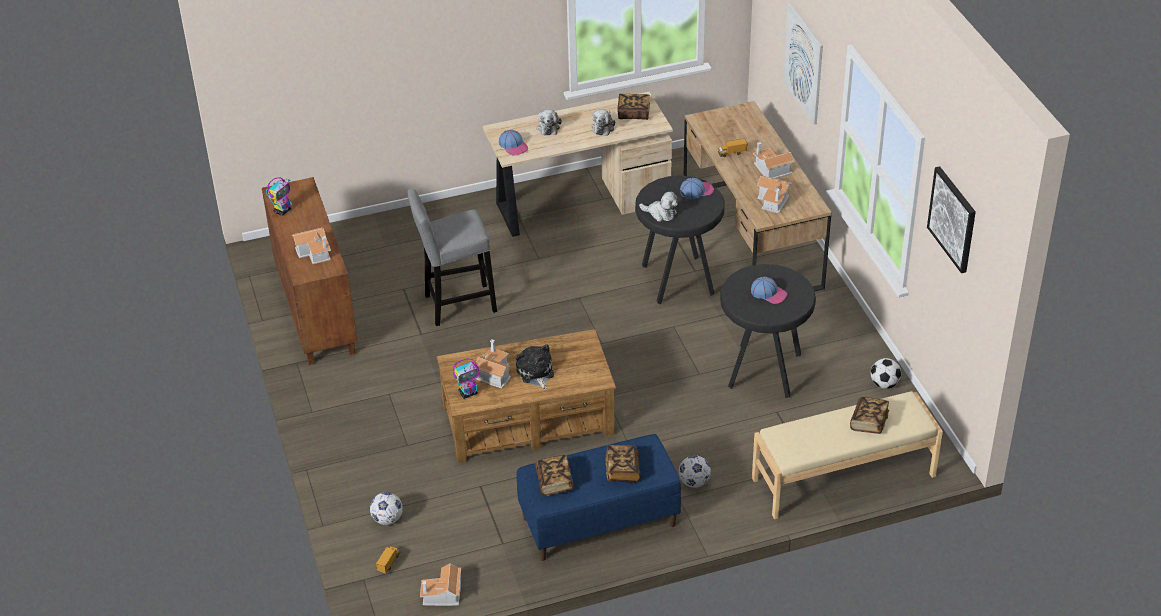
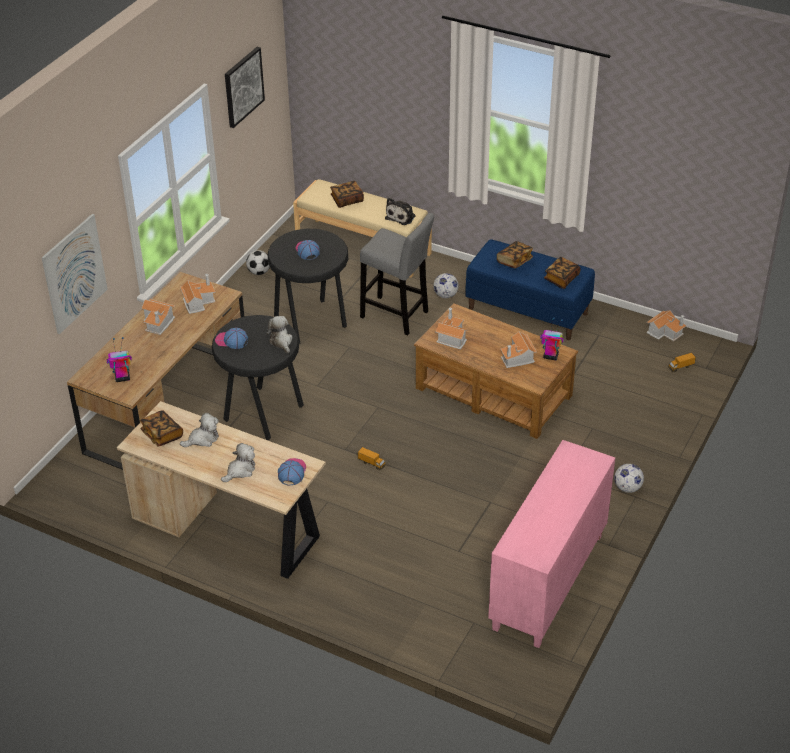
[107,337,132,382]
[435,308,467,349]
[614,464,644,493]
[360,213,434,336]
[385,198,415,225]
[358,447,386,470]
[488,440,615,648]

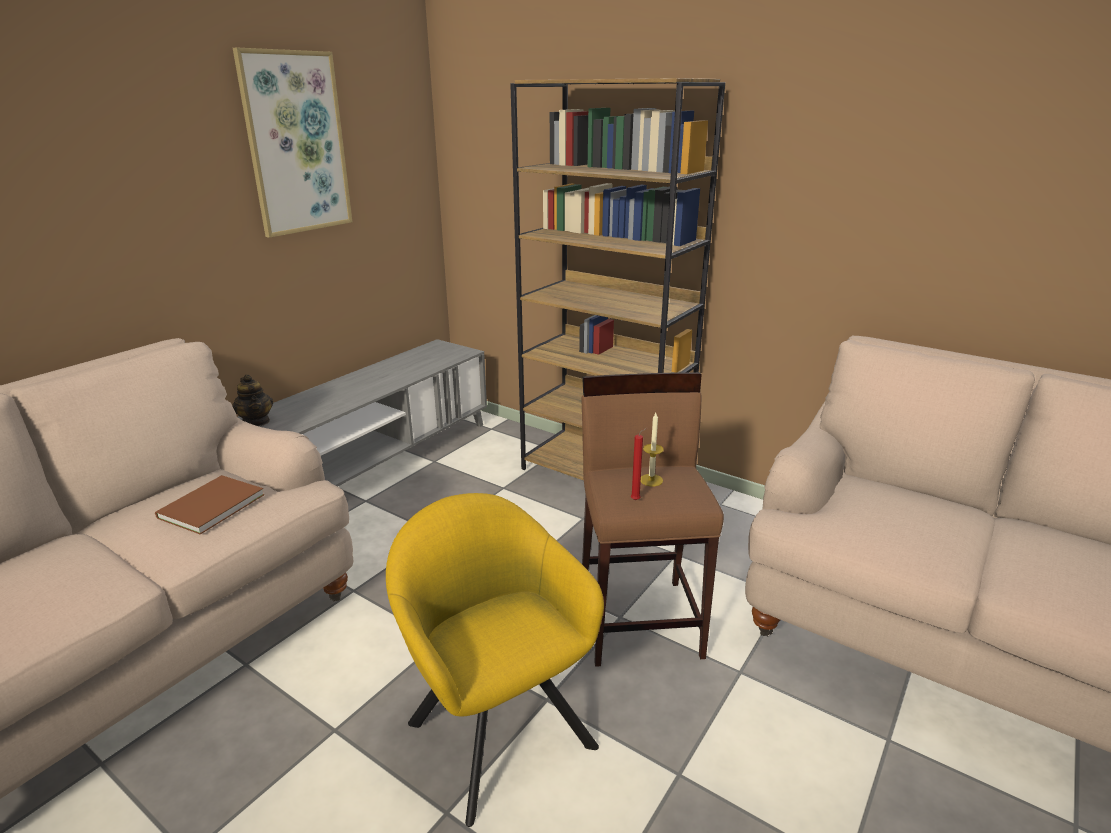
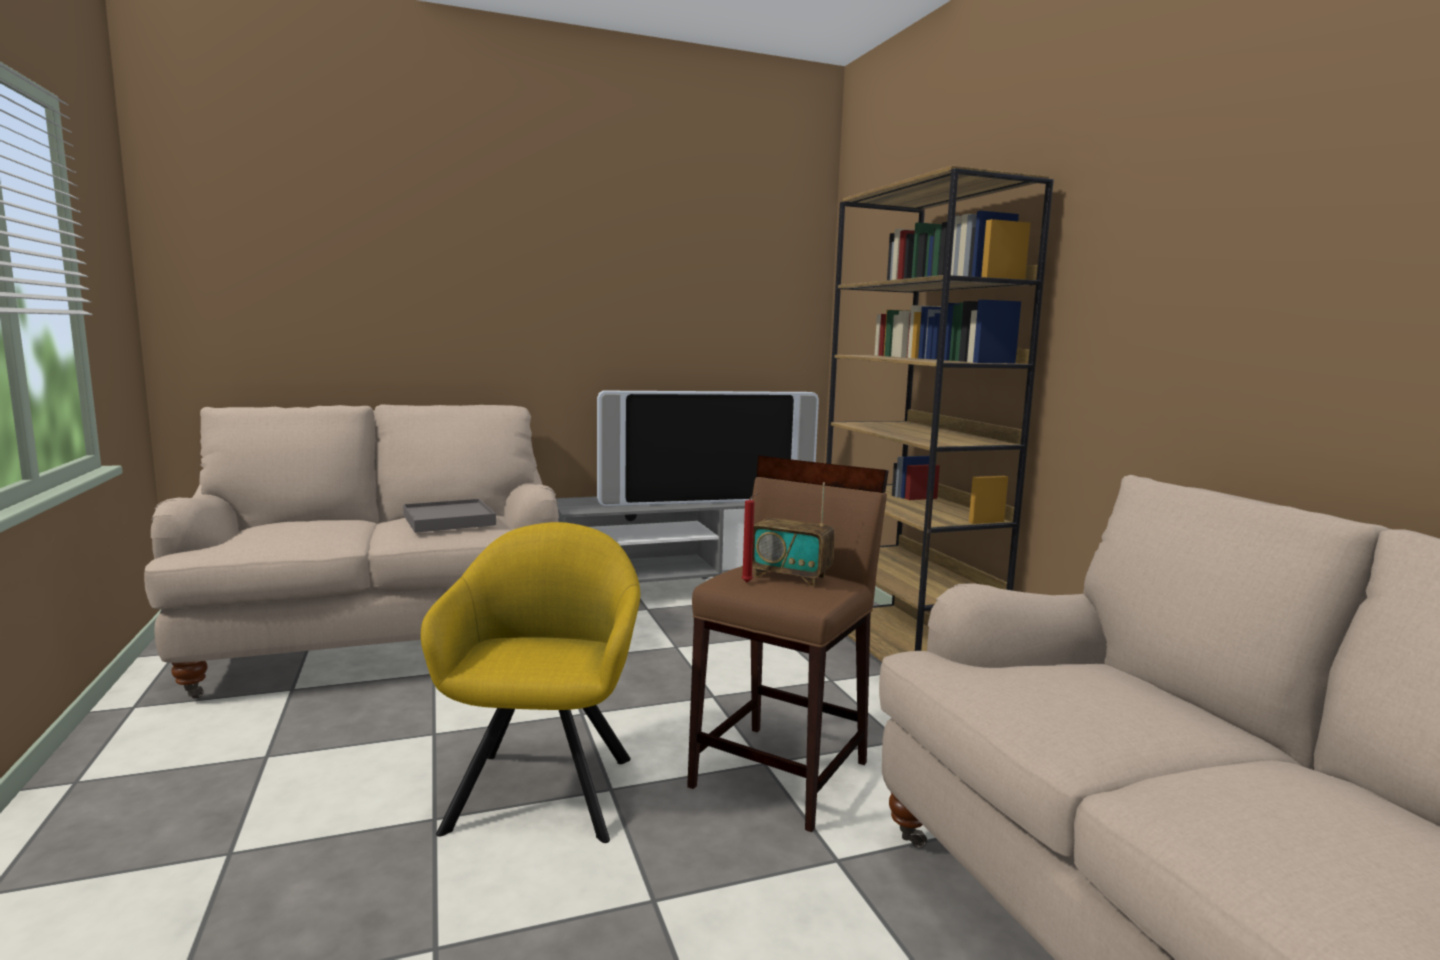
[232,375,273,426] (first image)
[233,48,352,238] (first image)
[597,391,819,507]
[403,499,496,533]
[752,483,835,586]

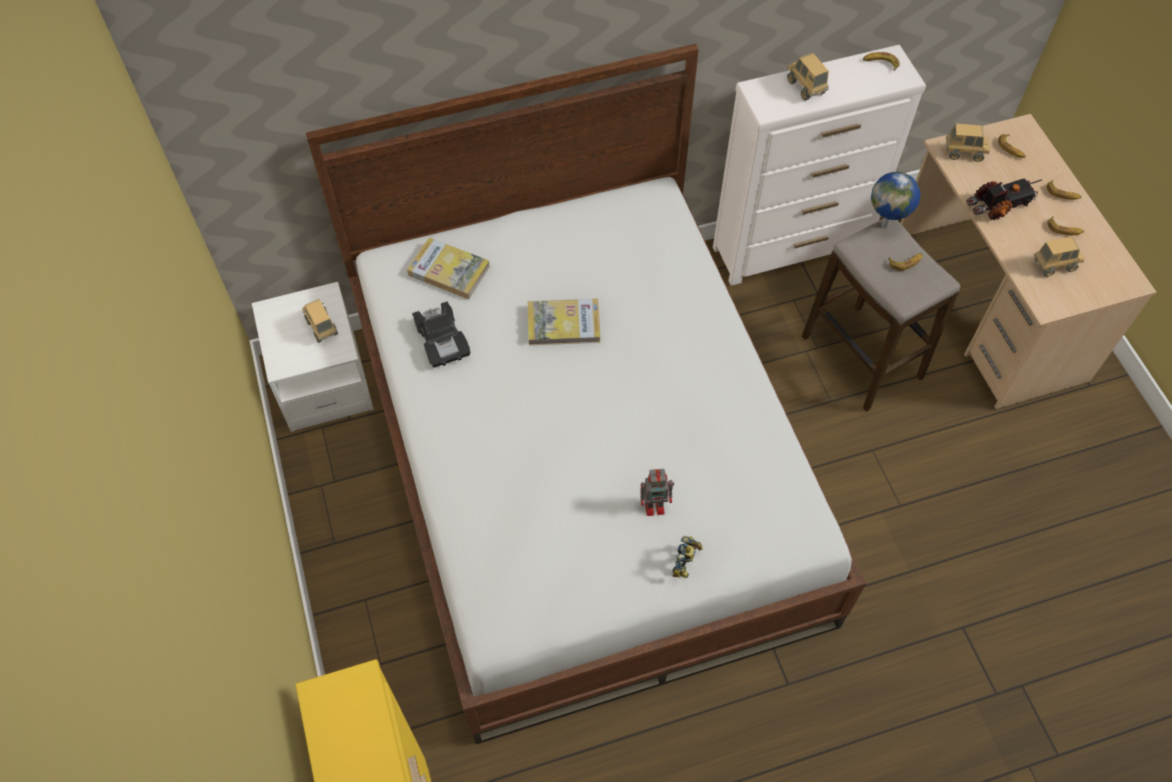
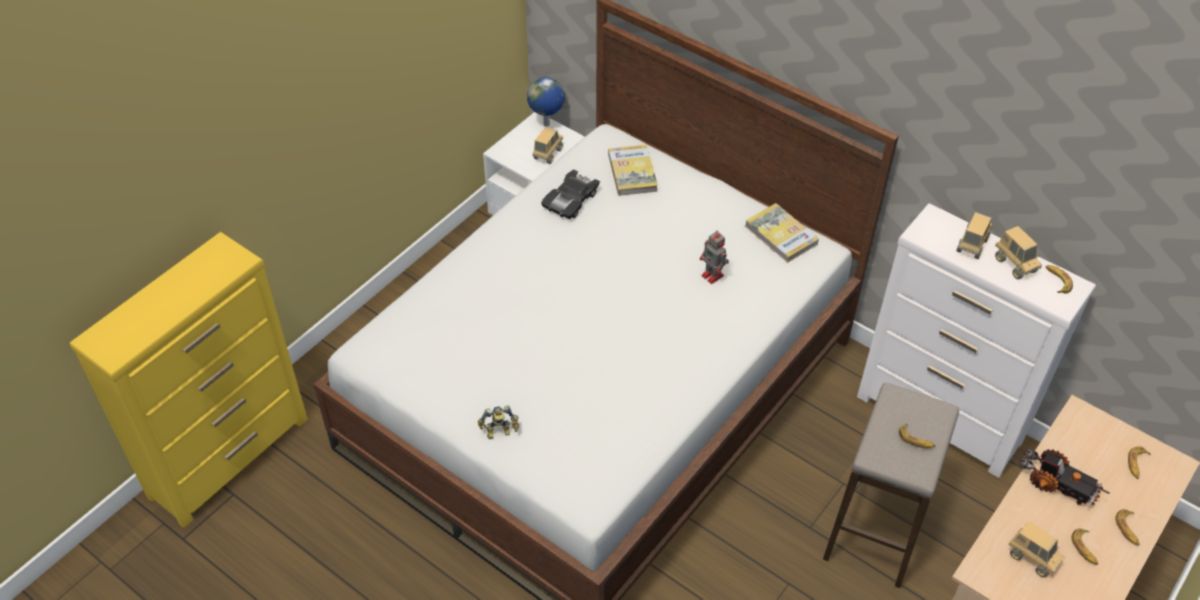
[745,203,819,263]
[700,231,729,284]
[527,77,565,126]
[995,226,1042,279]

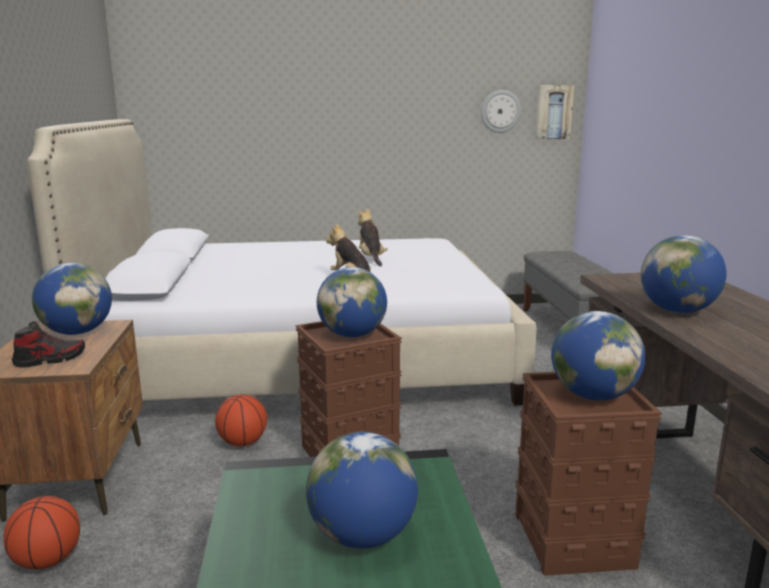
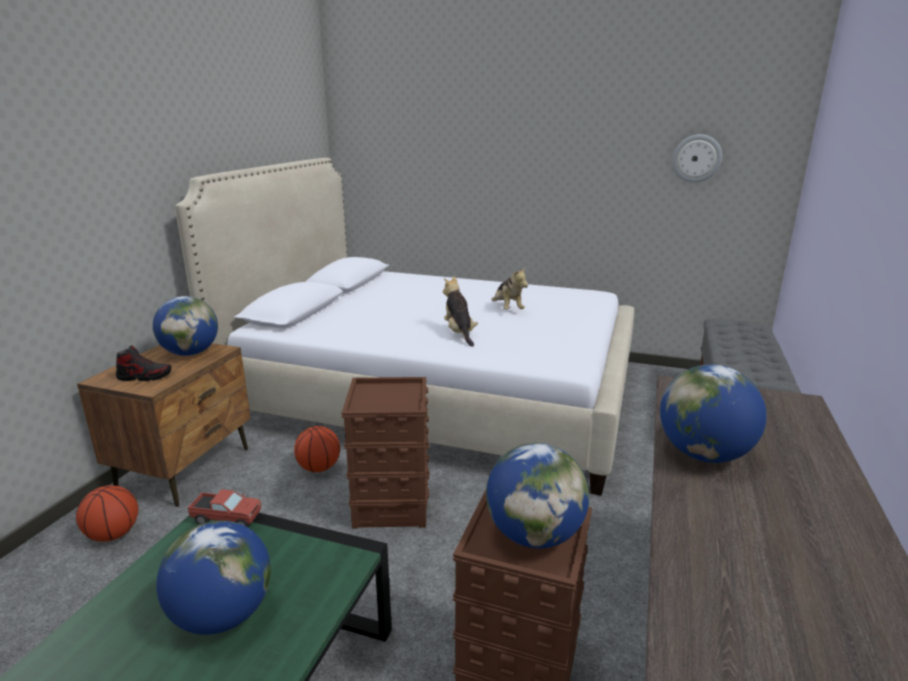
[317,267,387,338] (first image)
[535,85,575,139] (first image)
[188,489,261,527]
[491,267,528,310]

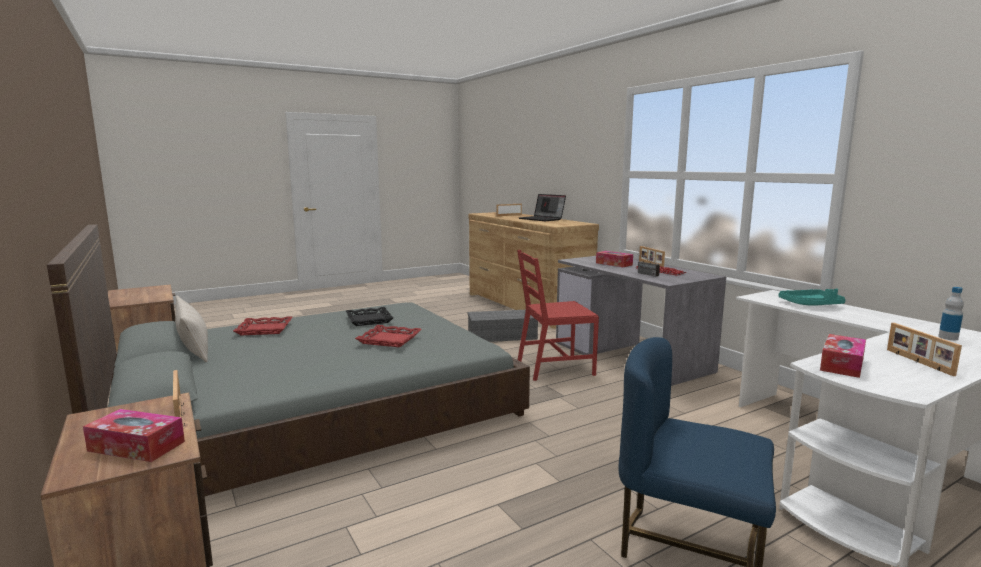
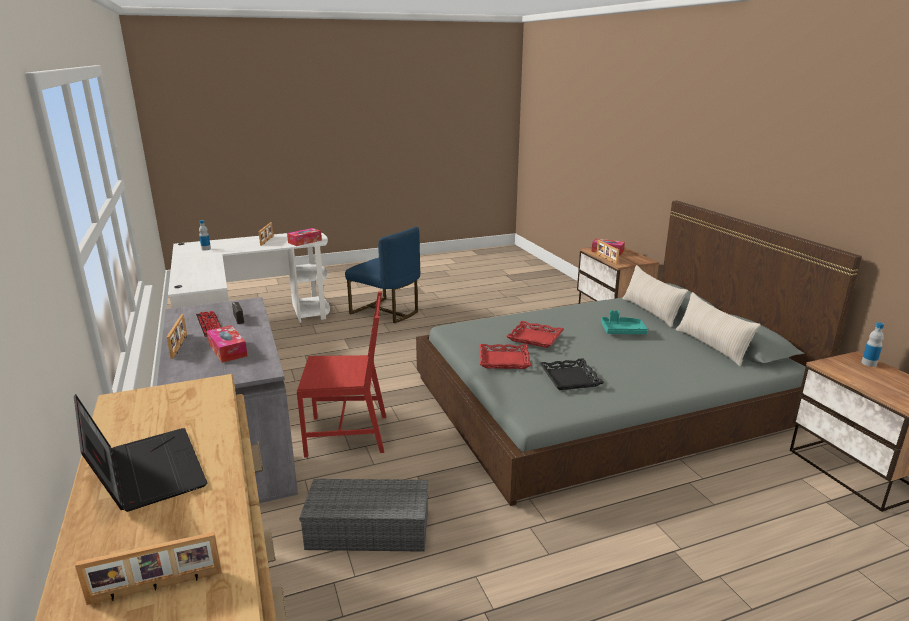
[622,265,688,328]
[861,322,884,367]
[480,344,532,369]
[601,310,648,334]

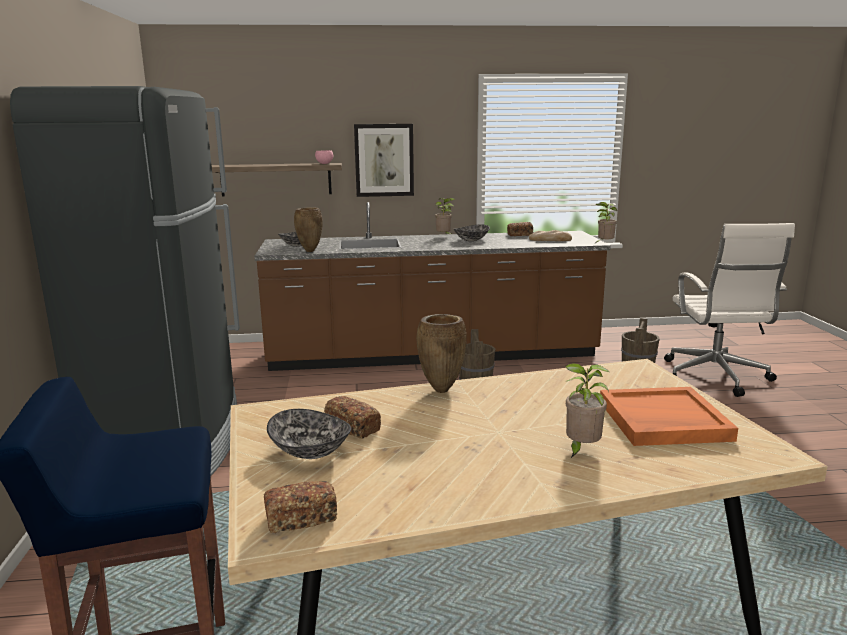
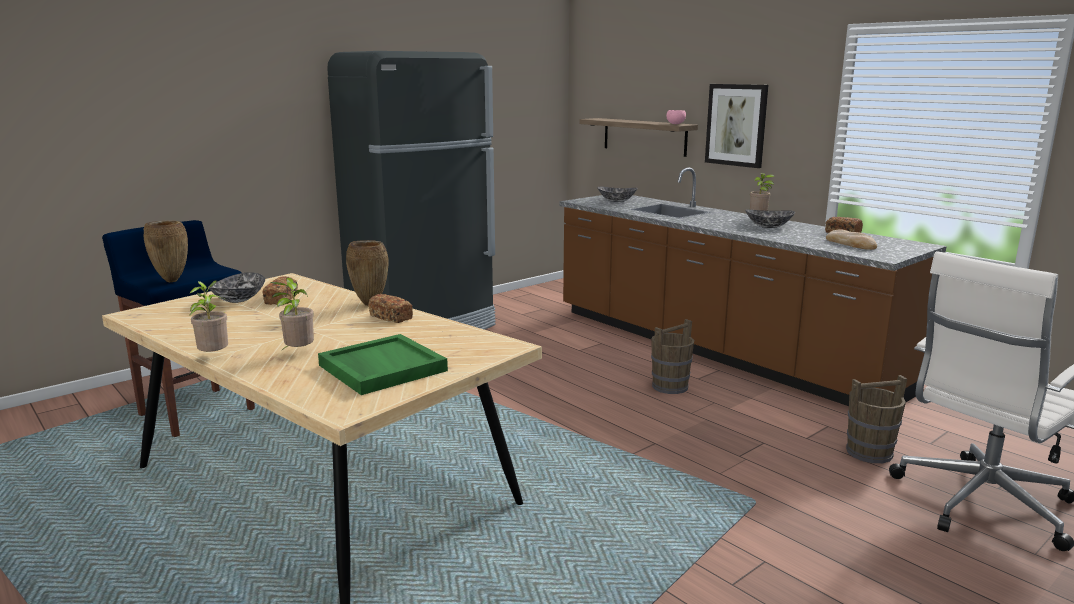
[368,294,413,323]
[143,221,188,282]
[189,280,228,352]
[318,334,448,395]

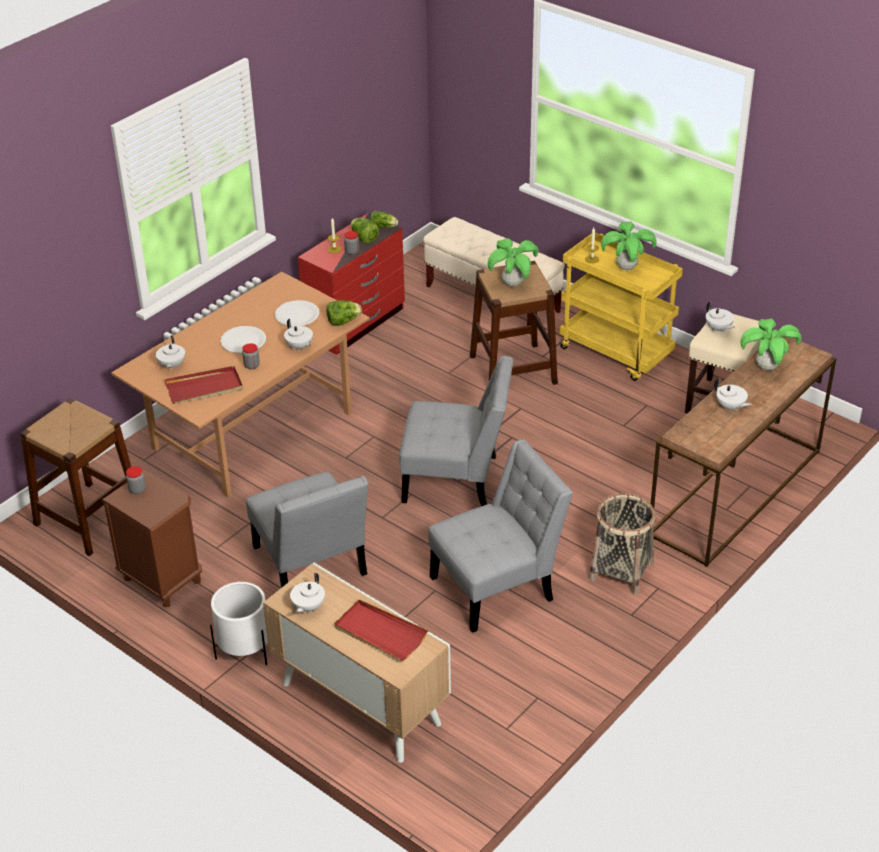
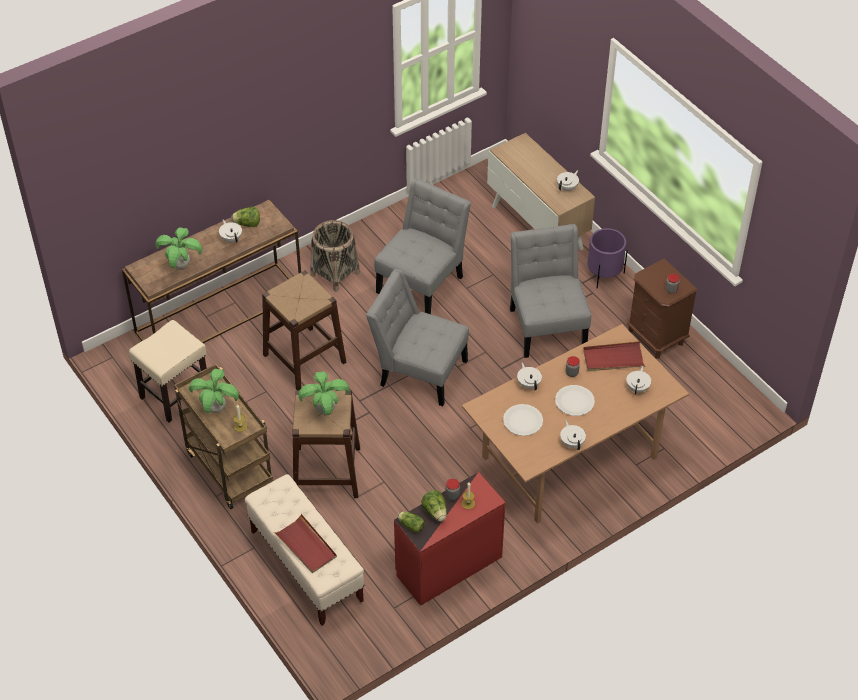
[262,270,347,390]
[231,207,260,227]
[274,514,337,573]
[560,420,586,450]
[587,228,628,288]
[174,364,273,509]
[374,178,471,314]

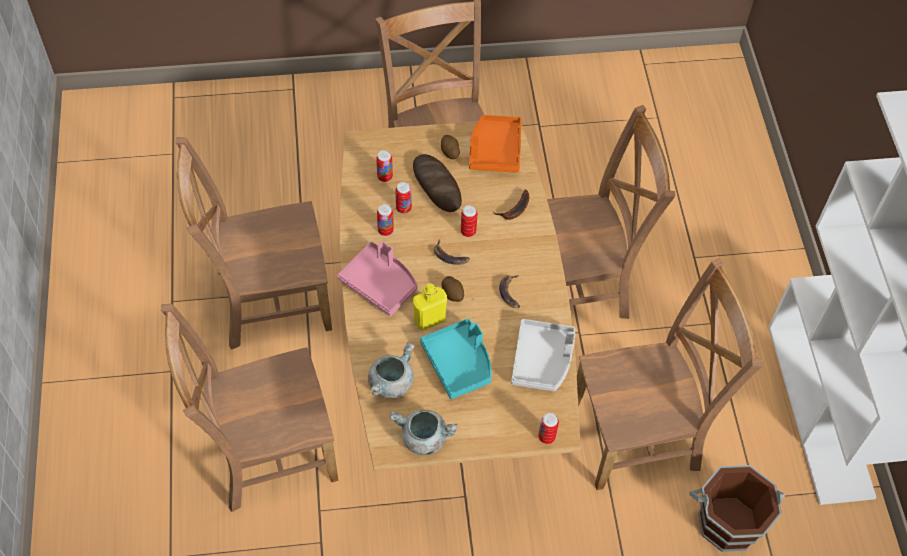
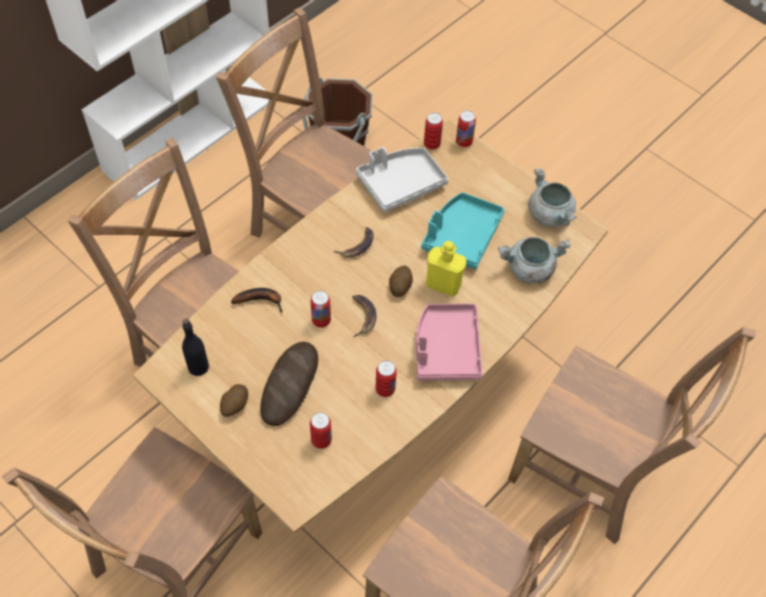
[424,113,443,150]
[182,318,209,376]

